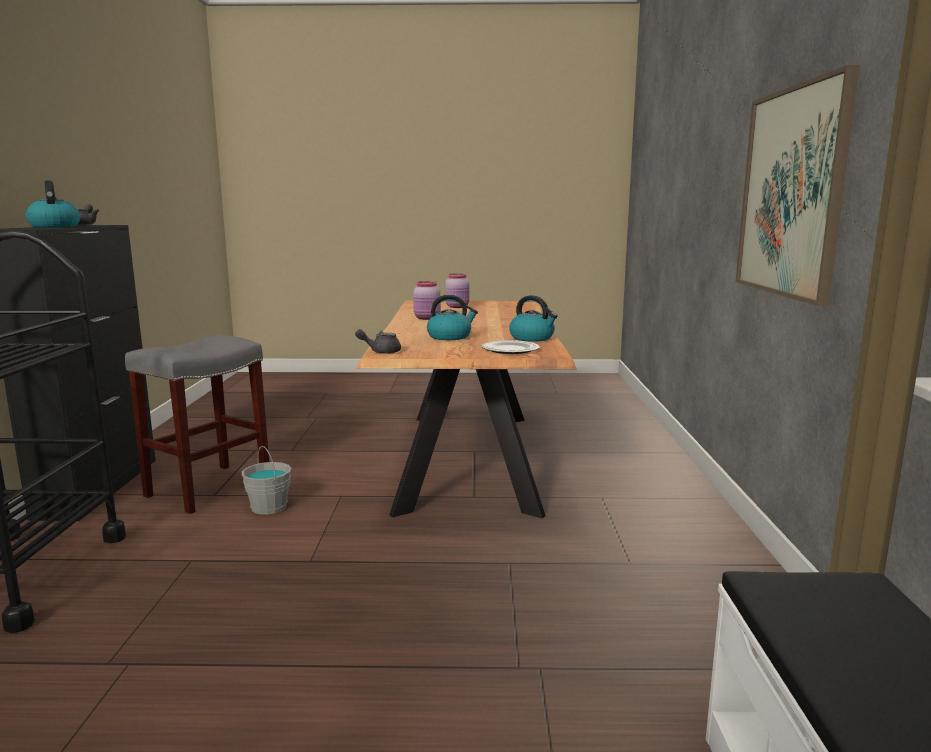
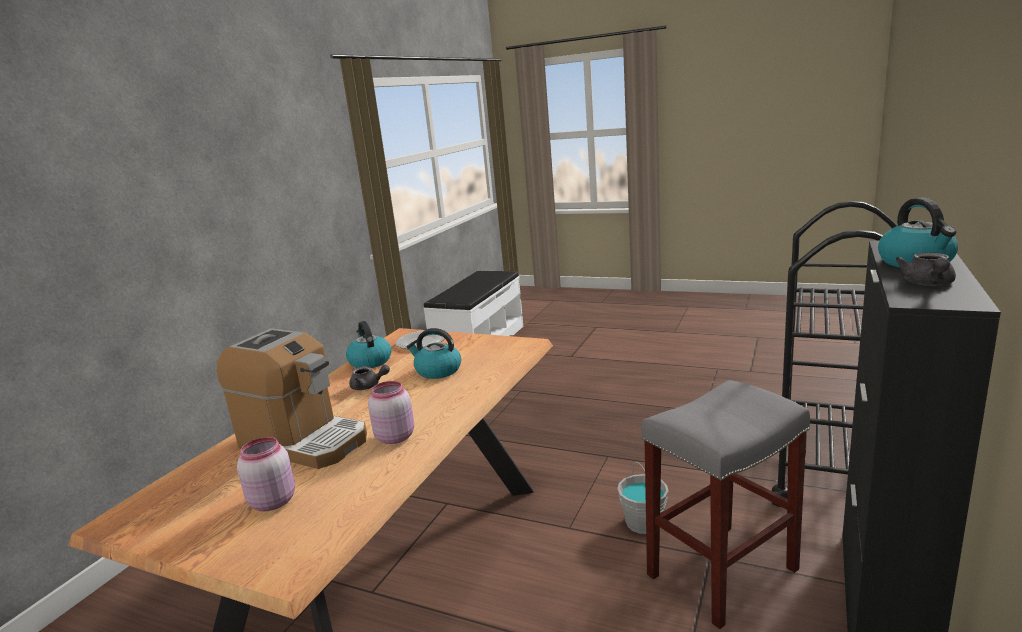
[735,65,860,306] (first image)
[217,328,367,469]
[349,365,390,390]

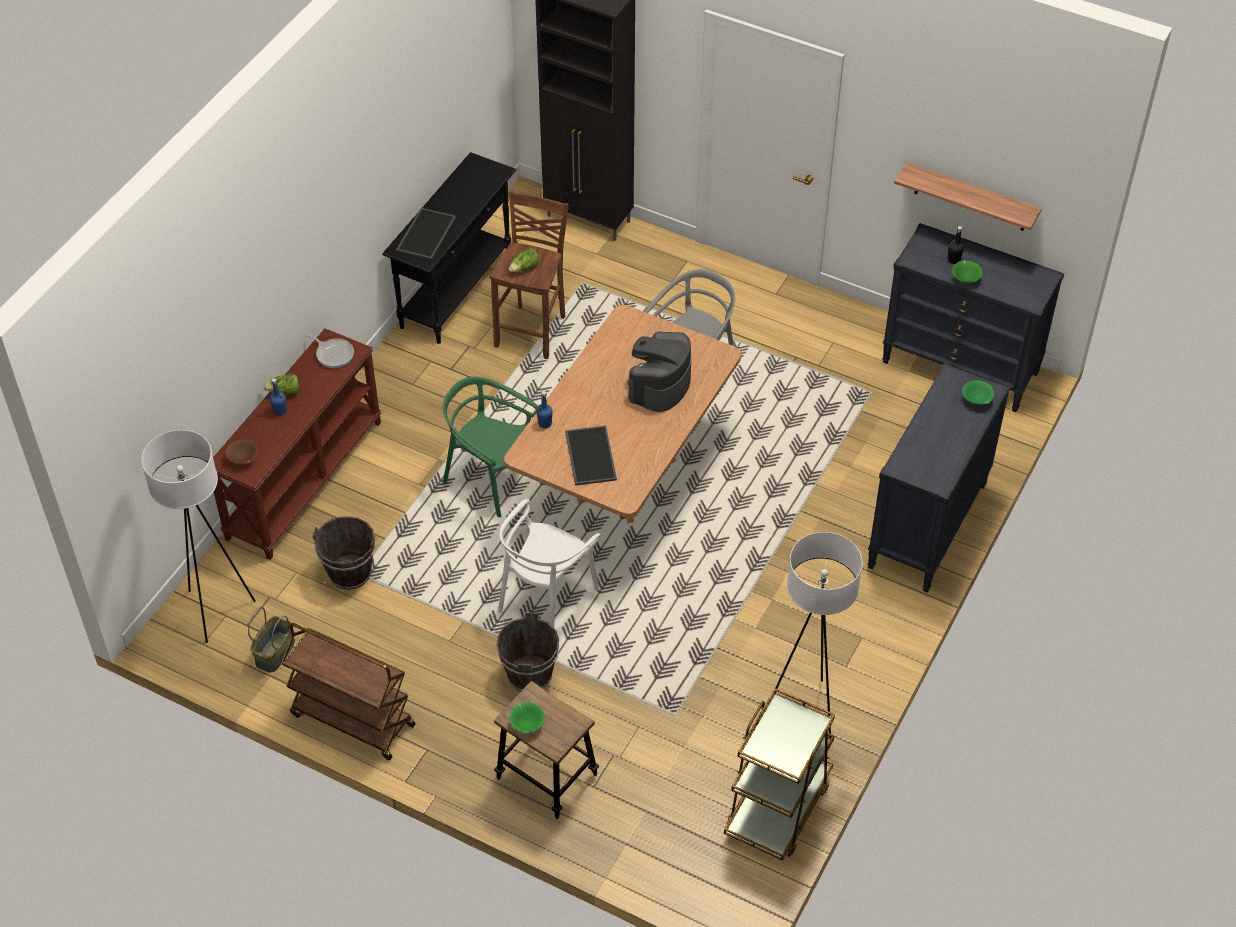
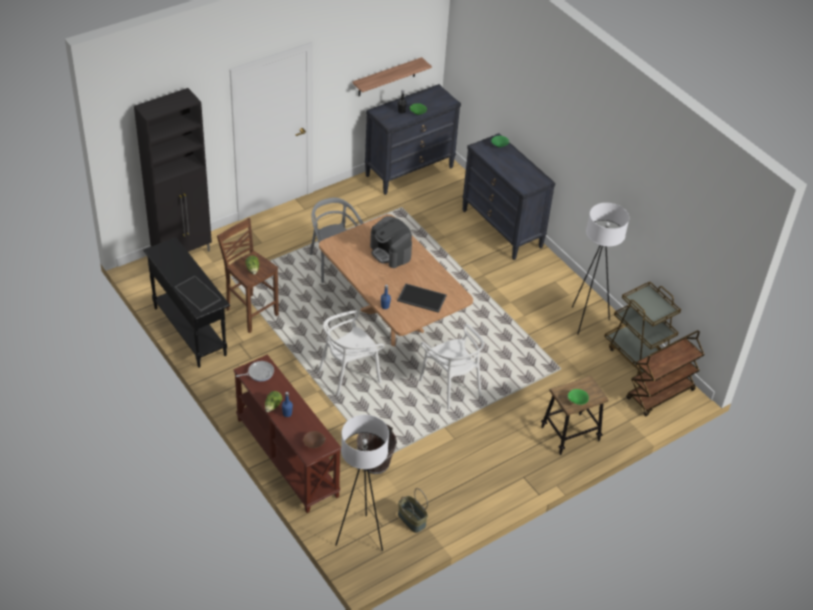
[496,612,559,691] (first image)
[626,330,705,417]
[319,310,384,396]

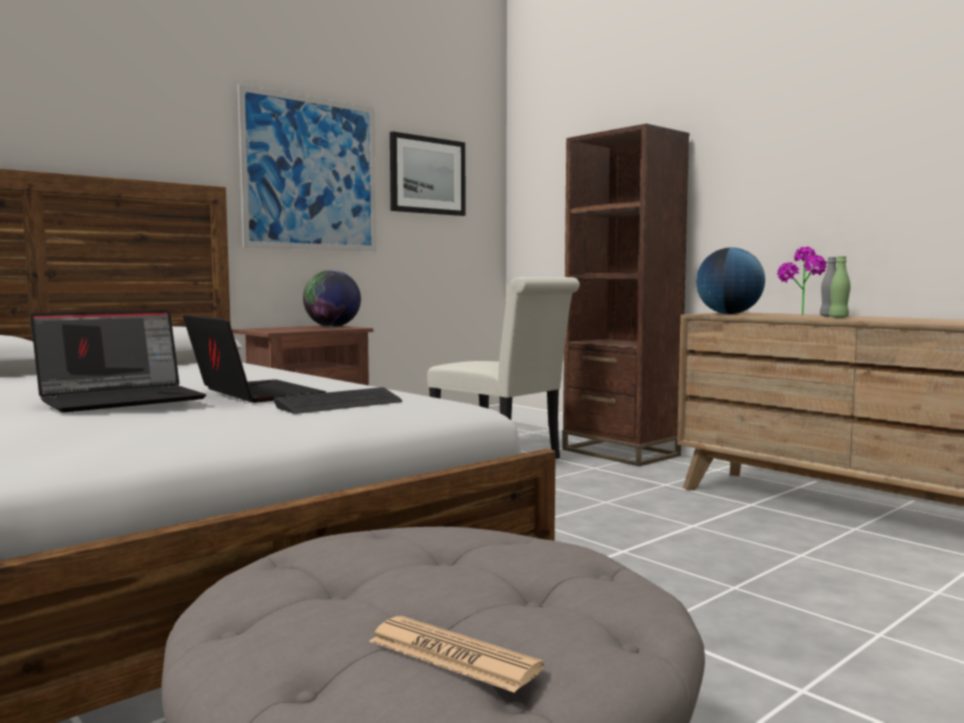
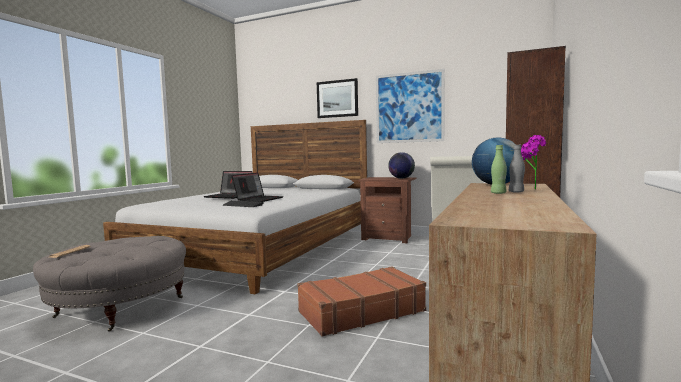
[298,266,426,337]
[317,78,358,118]

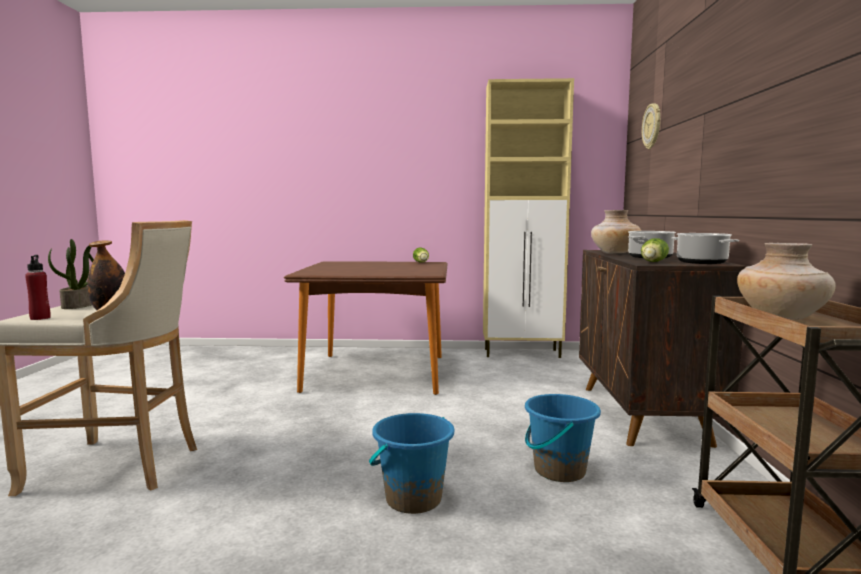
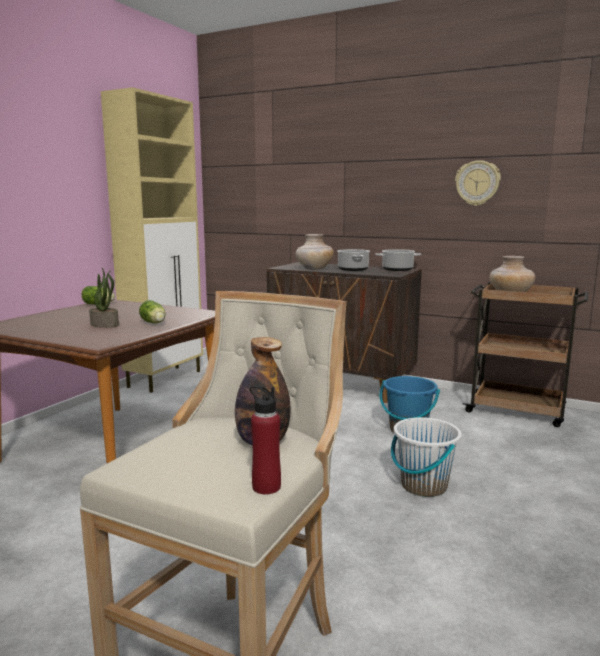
[89,268,119,328]
[139,300,166,324]
[455,160,501,206]
[391,417,462,497]

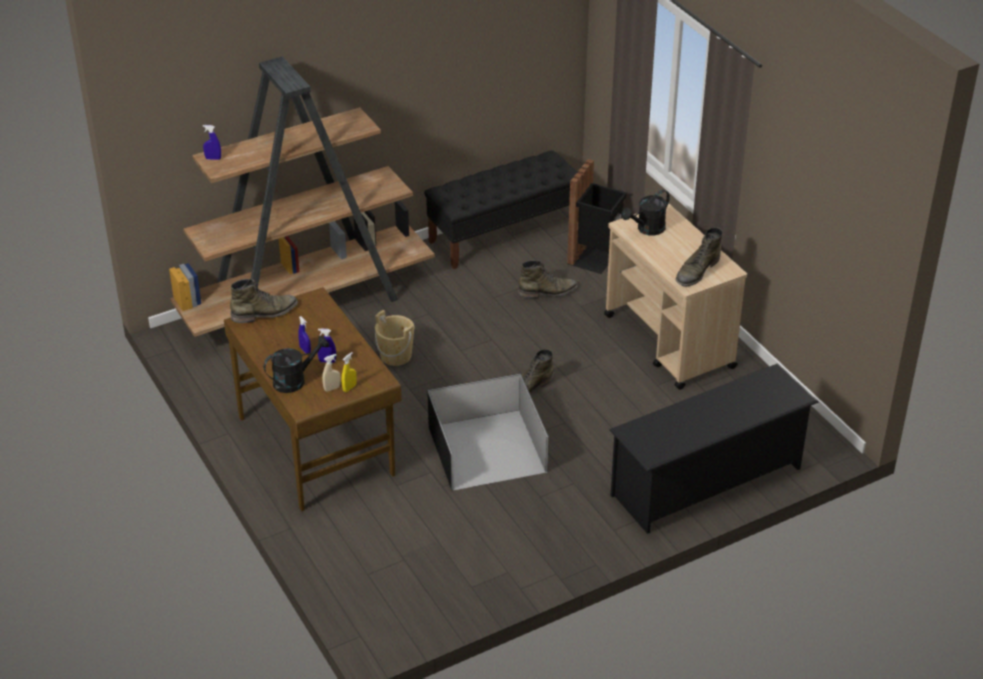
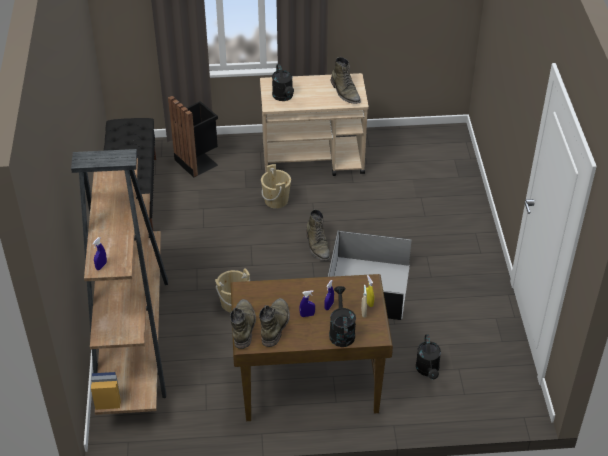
[609,363,819,534] (first image)
[261,164,291,209]
[416,334,441,380]
[259,298,290,347]

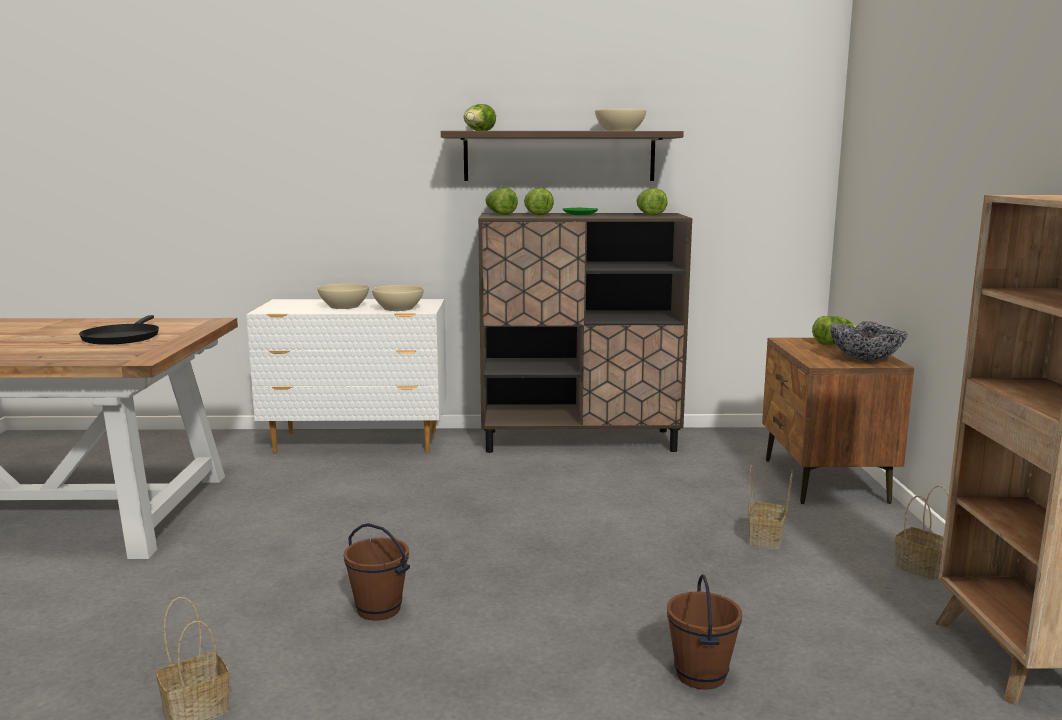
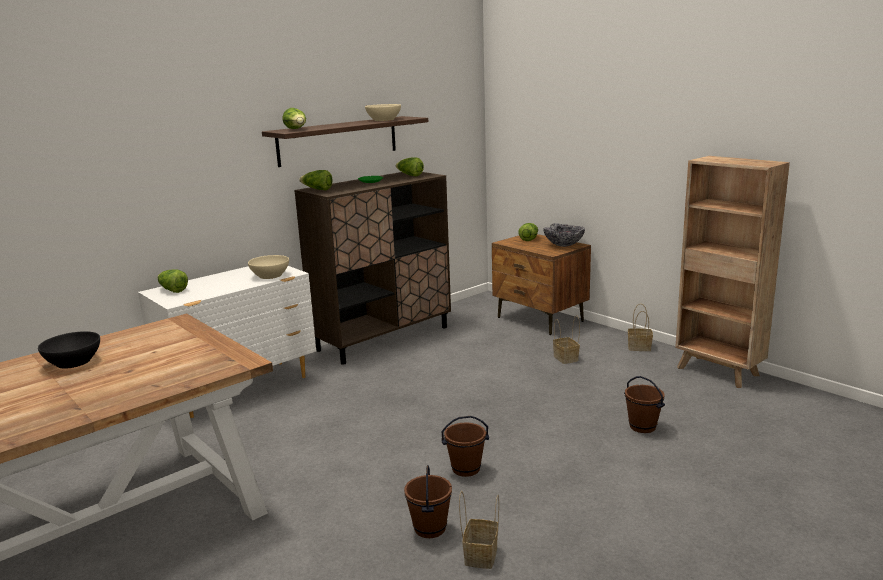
[79,315,159,345] (first image)
[317,283,369,309] (first image)
[38,331,100,369]
[404,465,452,538]
[158,270,188,293]

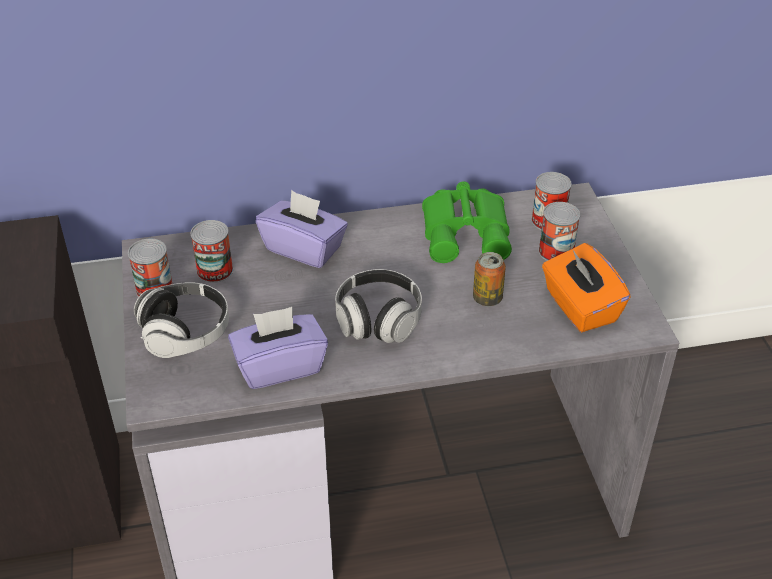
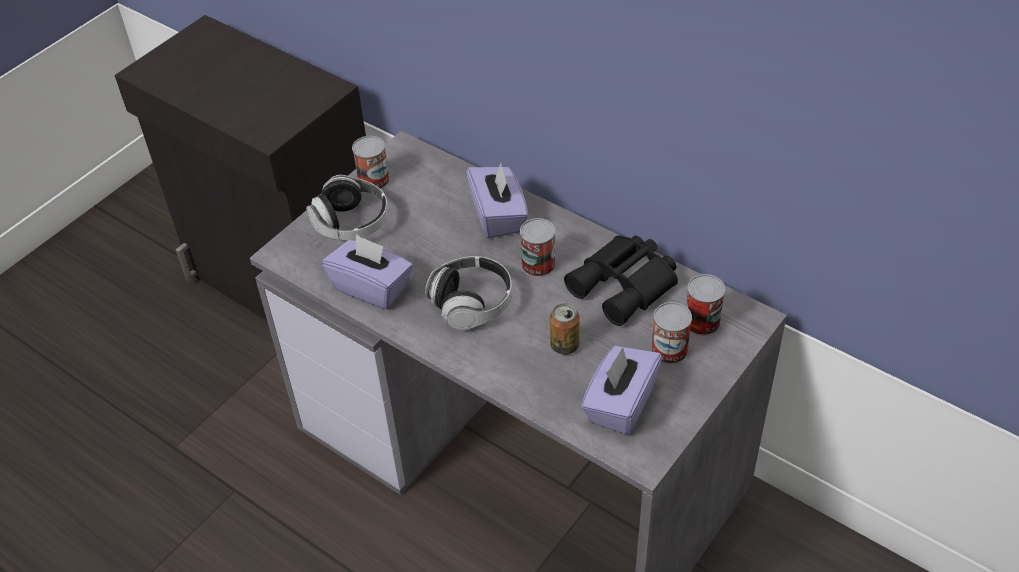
[520,218,556,277]
[564,235,678,326]
[581,346,662,435]

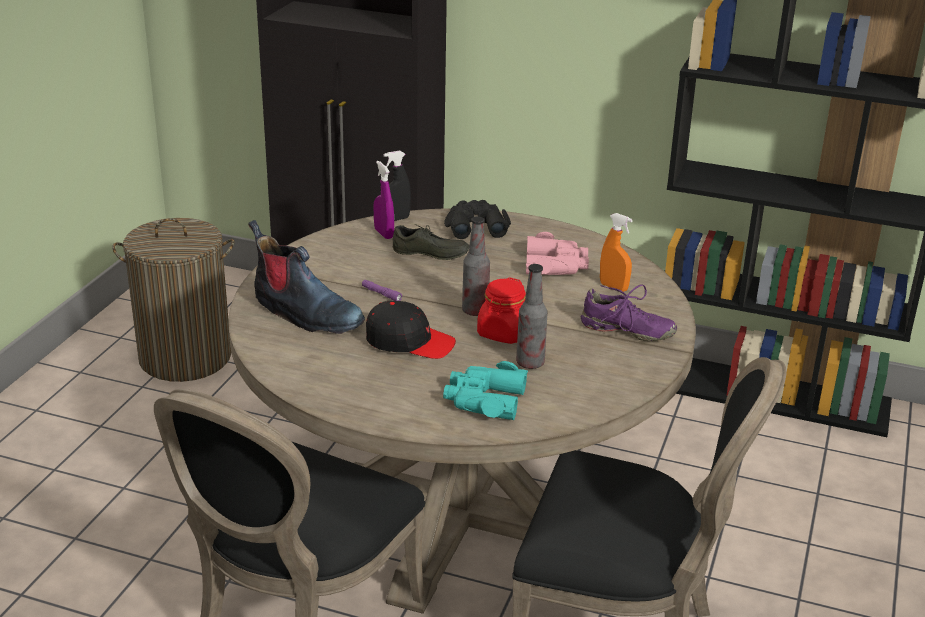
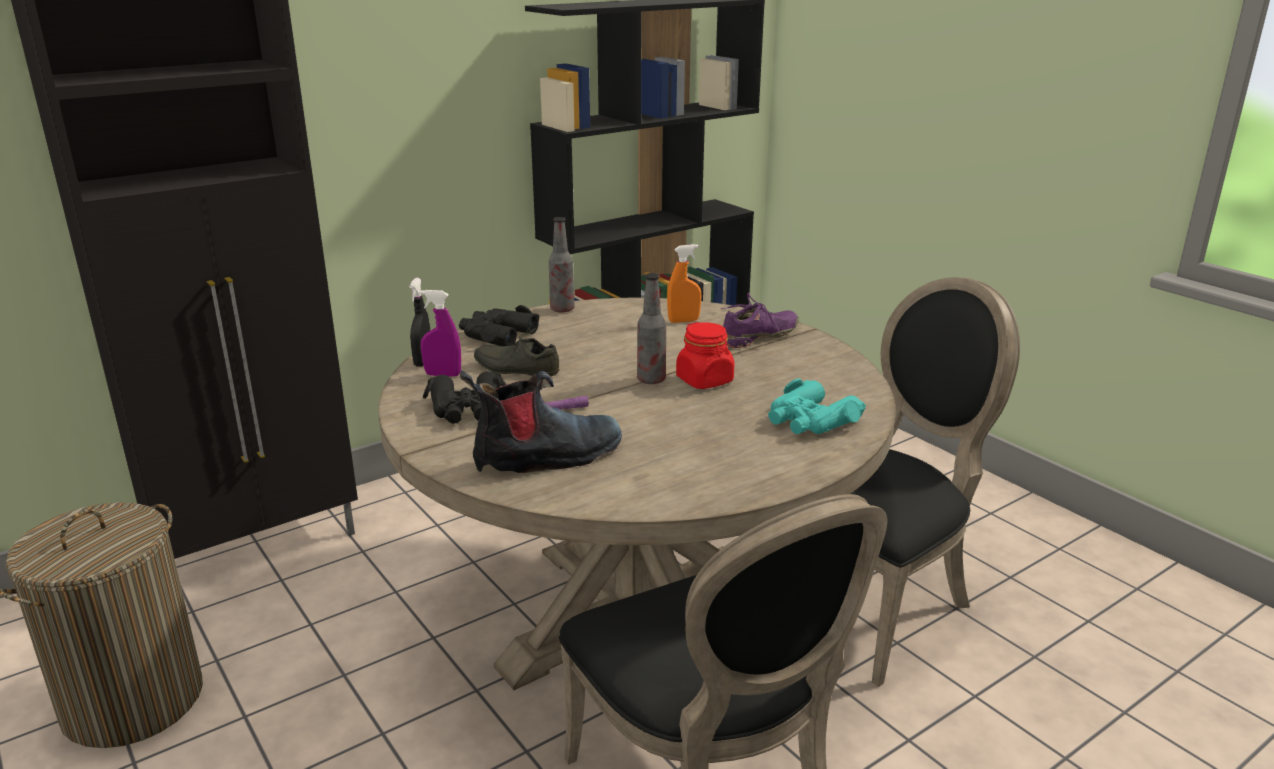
[366,301,456,359] (first image)
[526,232,589,275] (first image)
[423,371,506,424]
[549,217,575,313]
[474,321,559,376]

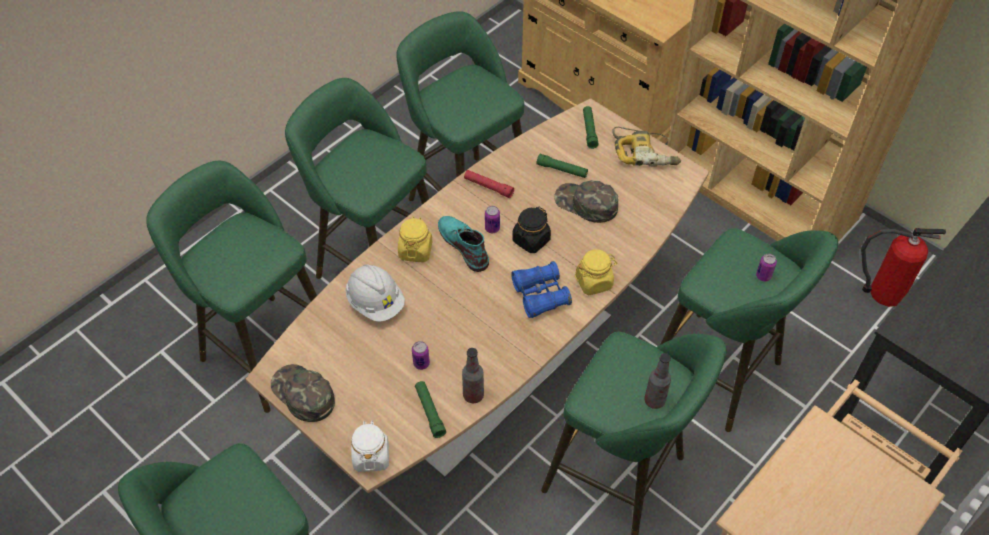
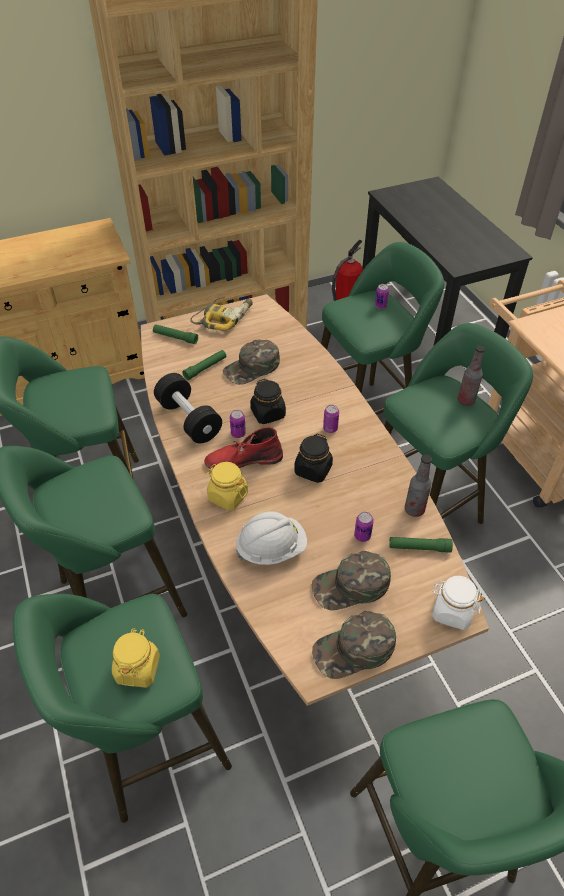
[294,434,333,483]
[311,551,391,610]
[112,628,160,688]
[154,373,222,443]
[323,405,339,433]
[204,427,283,469]

